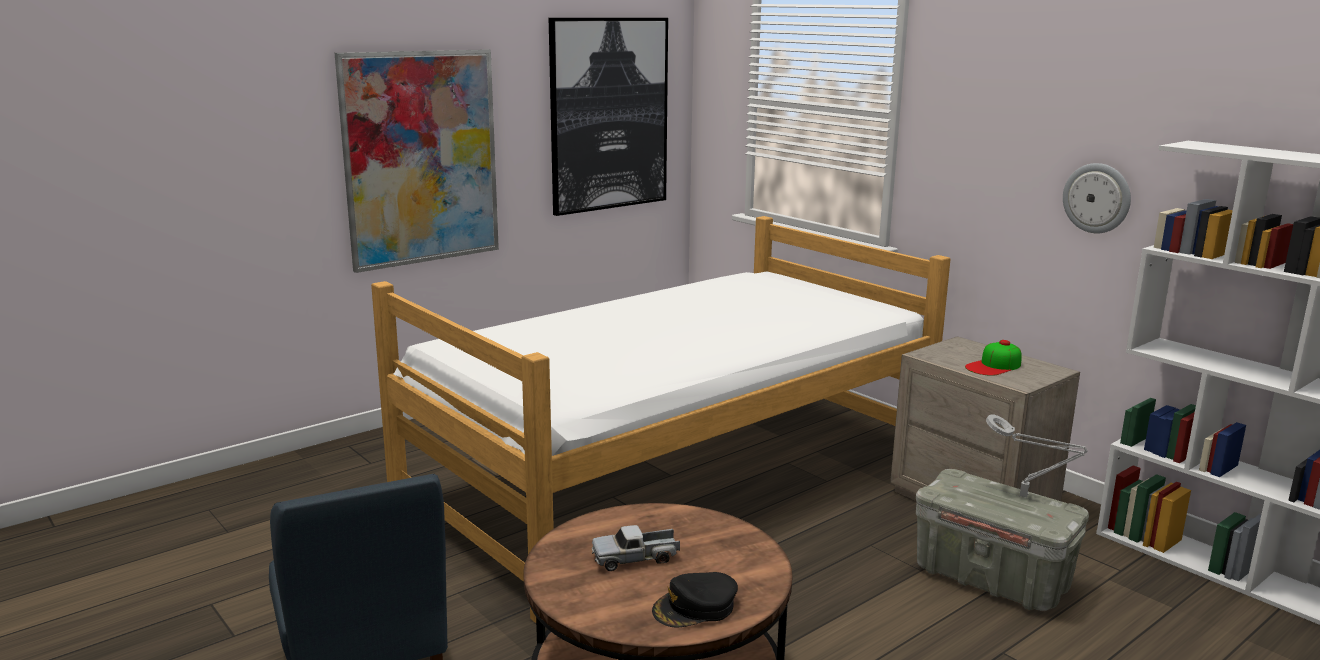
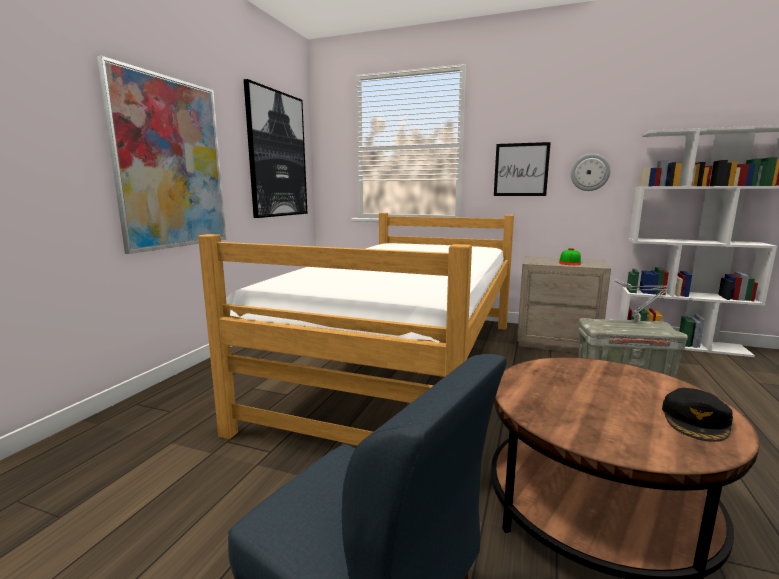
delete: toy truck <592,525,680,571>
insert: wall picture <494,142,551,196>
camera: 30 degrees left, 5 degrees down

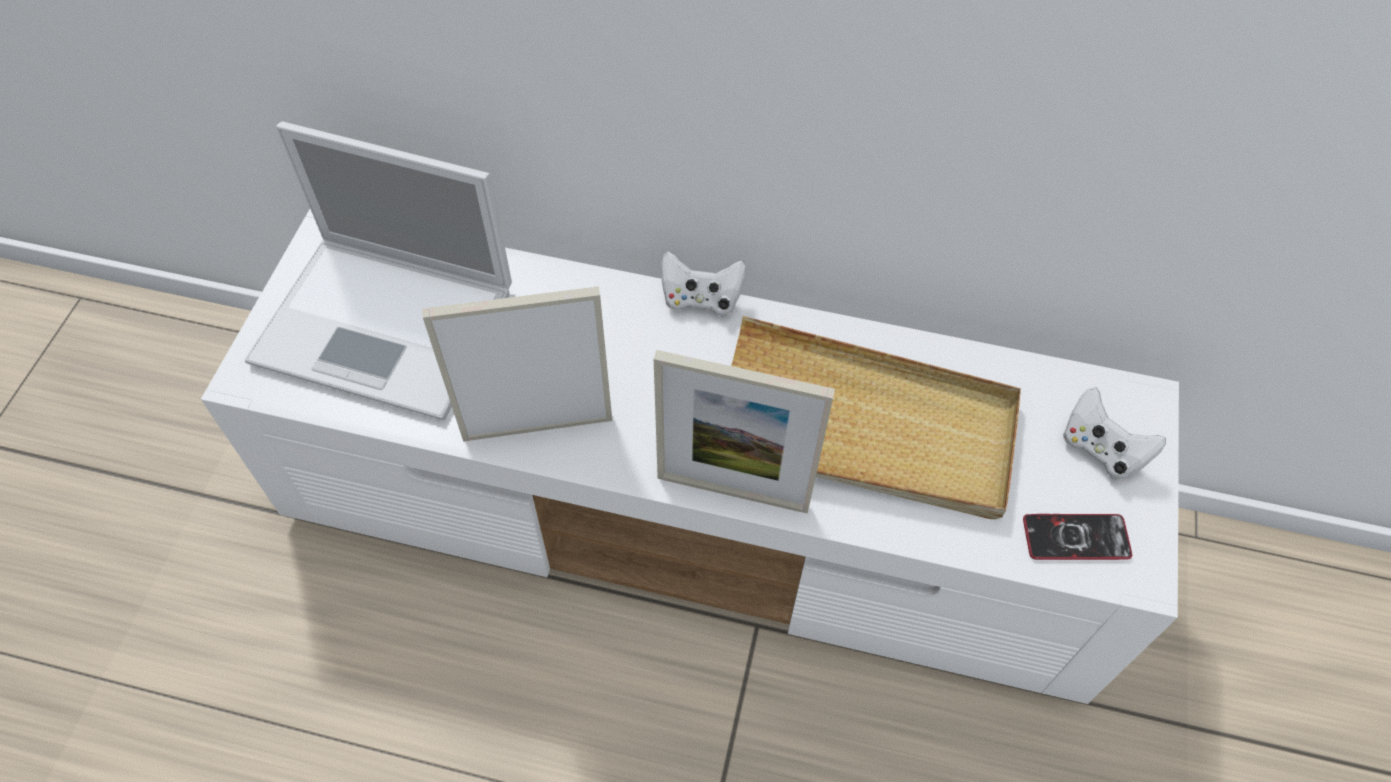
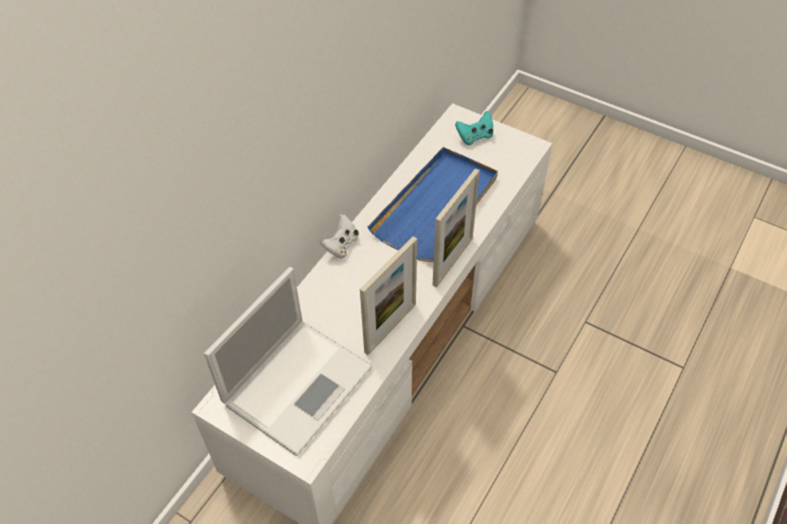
delete: handset <1023,514,1132,560>
recolor: carrying tray/sand-coloured <731,316,1021,519> to carrying tray/blue-coloured <368,147,498,262>; joypad/white <1063,387,1166,480> to joypad/blue-green <455,111,493,145>
rotate: photo frame <422,286,612,442> = <360,236,417,355> 150 degrees counterclockwise
camera: 70 degrees left, 5 degrees down

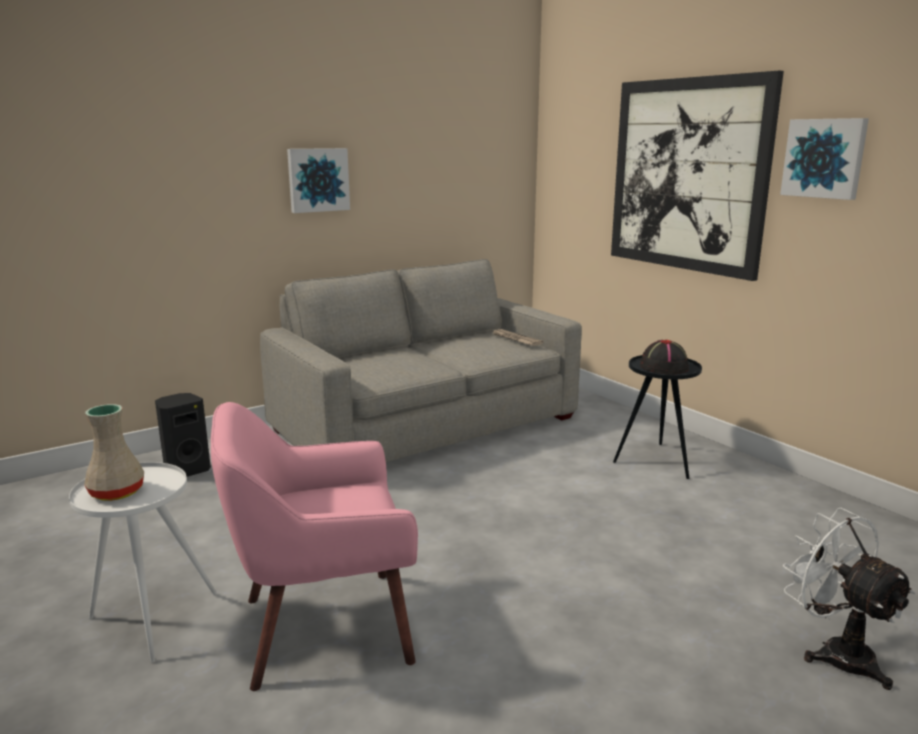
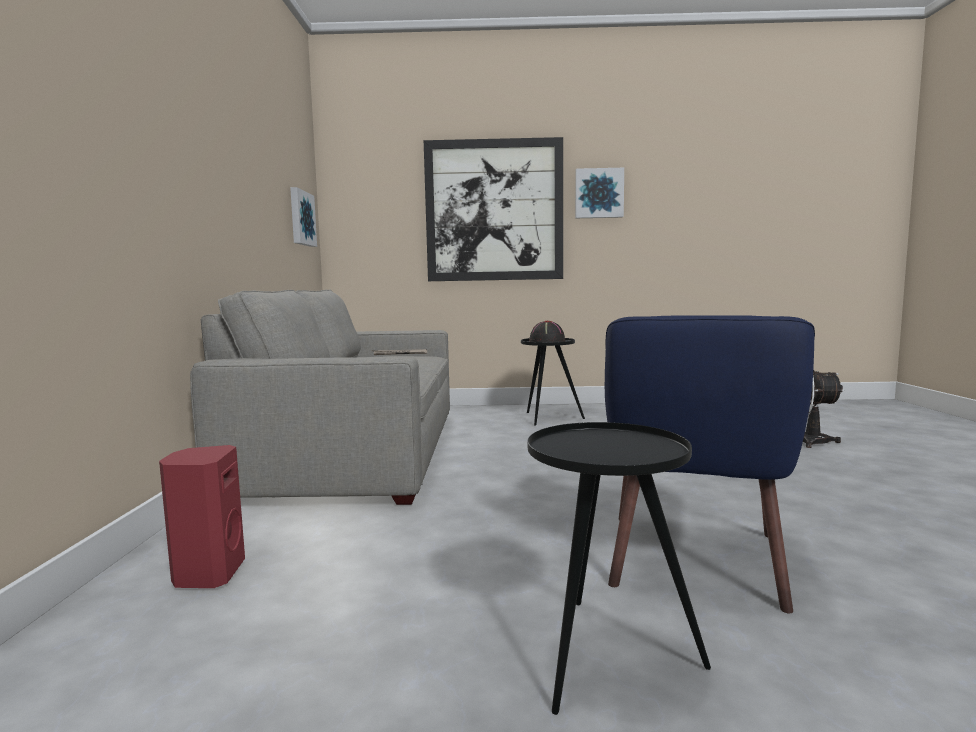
delete: vase/sand-coloured <84,404,144,501>
move: wall picture <287,148,350,213> to <290,187,317,247>
recolor: audio speaker/black-coloured <155,393,211,477> to audio speaker/red-coloured <159,445,245,588>; armchair/pink-coloured <211,402,418,691> to armchair/blue-coloured <605,315,815,613>; end table/white <69,462,217,662> to end table/black-coloured <528,422,711,715>
camera: 55 degrees left, 10 degrees down

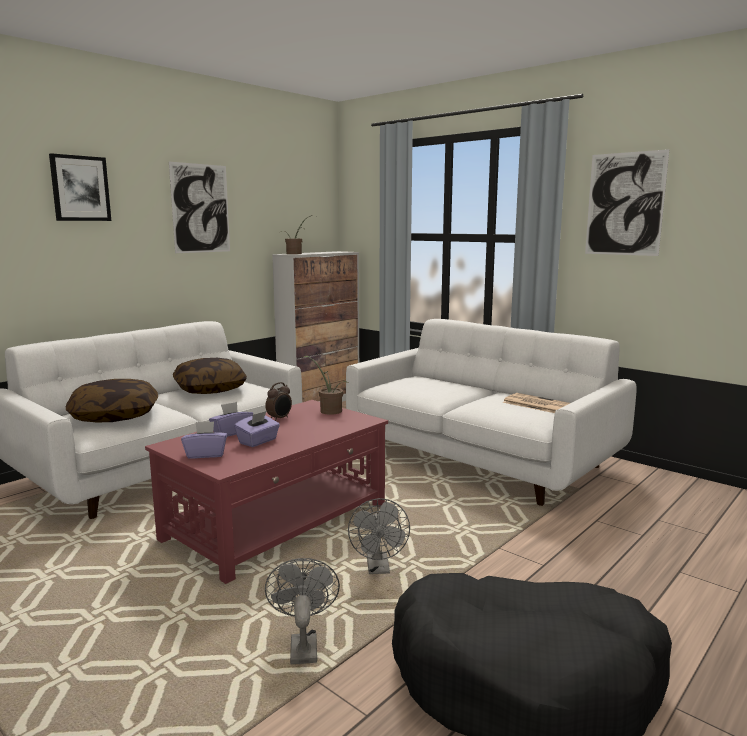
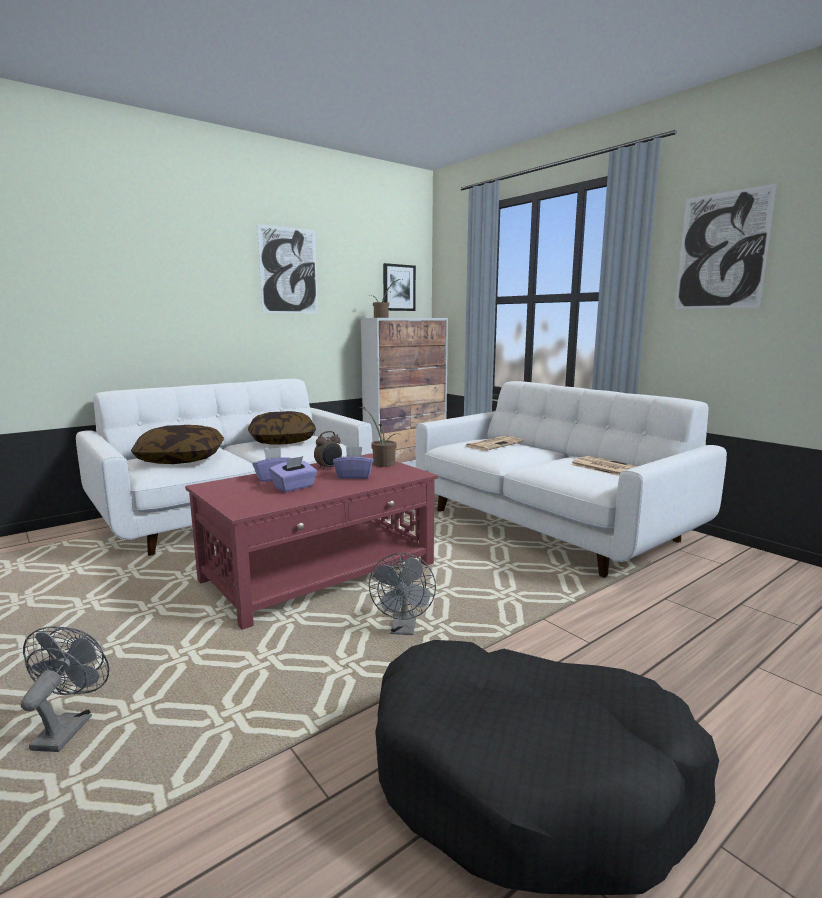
insert: daily paper <466,436,524,451>
move: wall picture <49,153,111,221> to <383,263,416,311>; box of tissues/purple <181,421,227,459> to <333,447,374,479>; fan/greyish <265,558,340,664> to <21,626,109,752>
camera: 10 degrees right, 0 degrees up

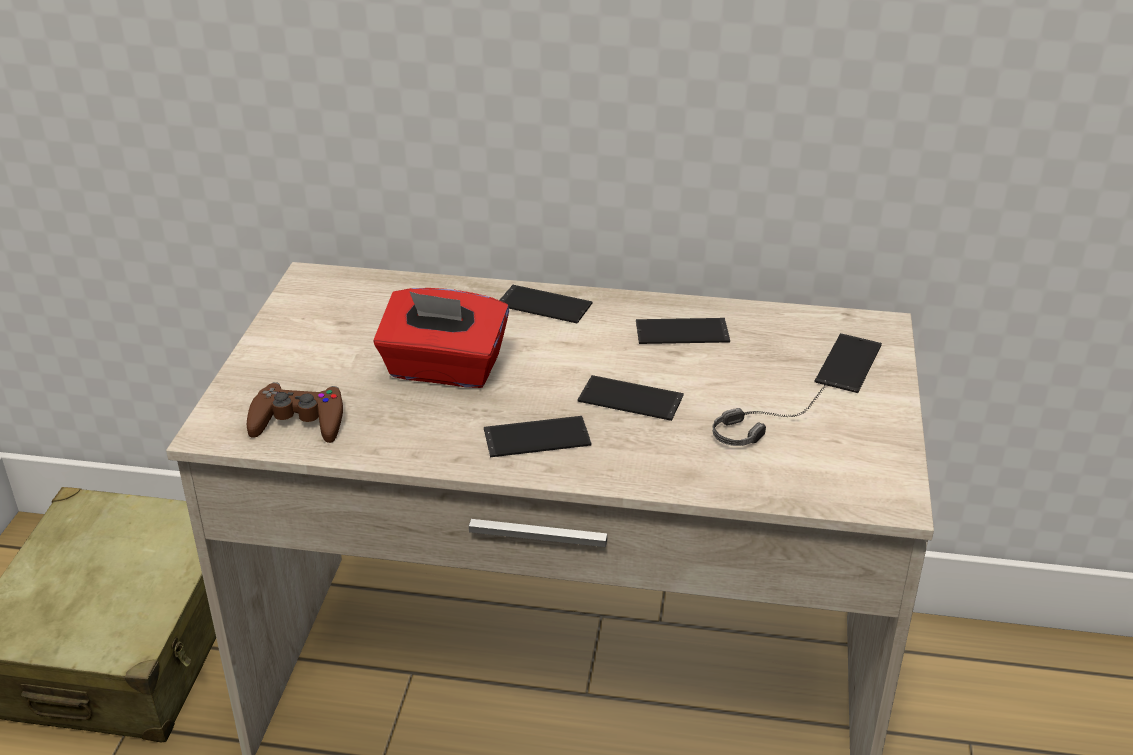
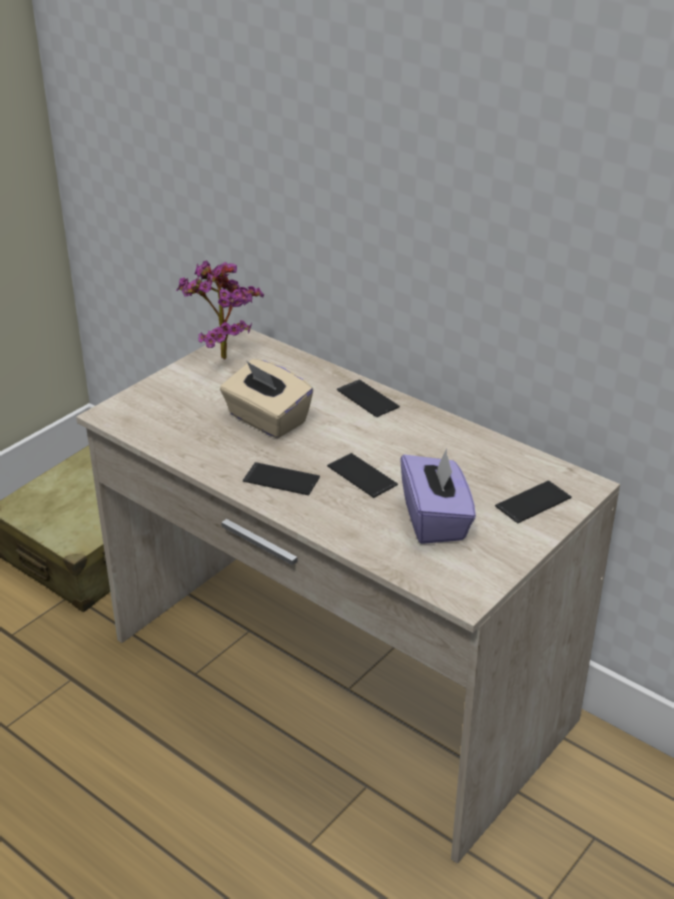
delete: handset <636,318,730,344>; joypad/brown-coloured <247,382,343,443>
insert: potted plant <176,260,264,360>
replace: headphones <713,381,830,446> to box of tissues/purple <400,448,476,544>
recolor: box of tissues/red-coloured <373,288,509,388> to box of tissues/sand-coloured <220,359,313,438>
camera: 30 degrees right, 0 degrees up

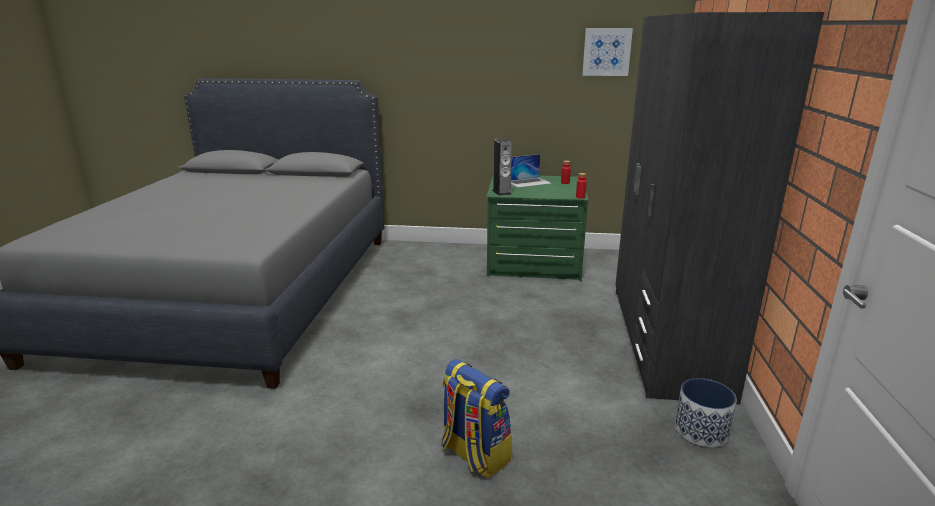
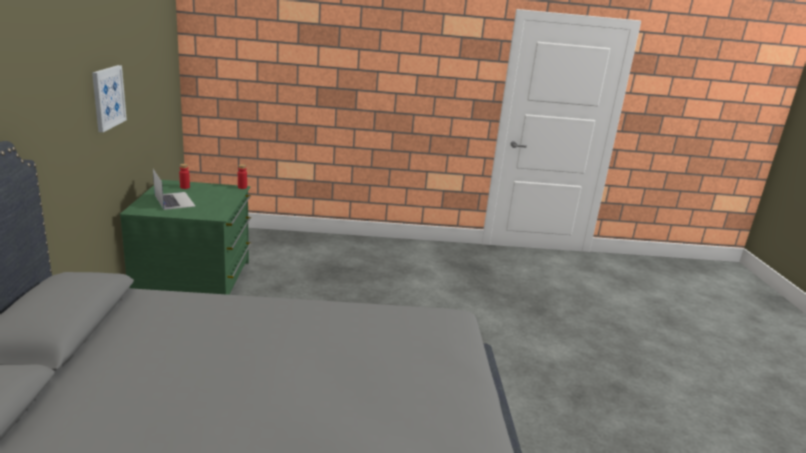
delete: armoire/greyish <615,12,824,404>; audio speaker <492,138,512,196>; rucksack <441,359,512,478>; plant pot <675,378,737,447>
move: wall picture <582,28,633,76> to <92,65,127,132>
camera: 100 degrees left, 0 degrees up

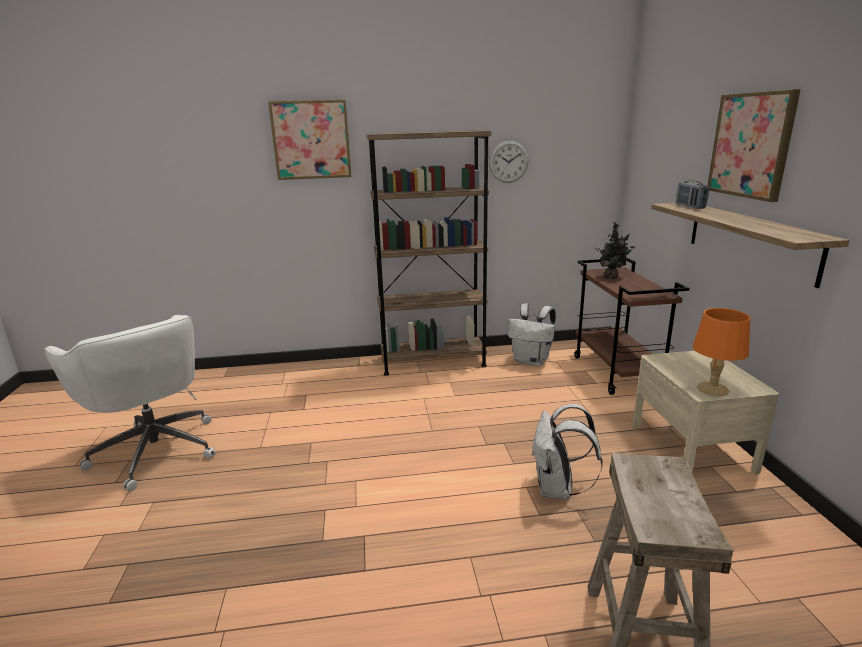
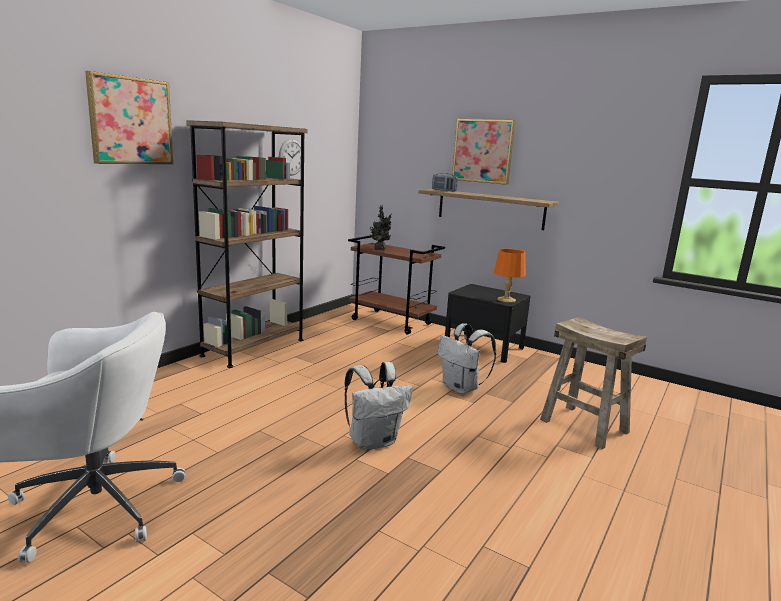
move: rucksack/white <507,303,556,366> to <345,362,413,450>
recolor: night table/sand-coloured <633,351,779,474> to night table/black-coloured <445,284,531,363>
camera: 50 degrees left, 5 degrees down

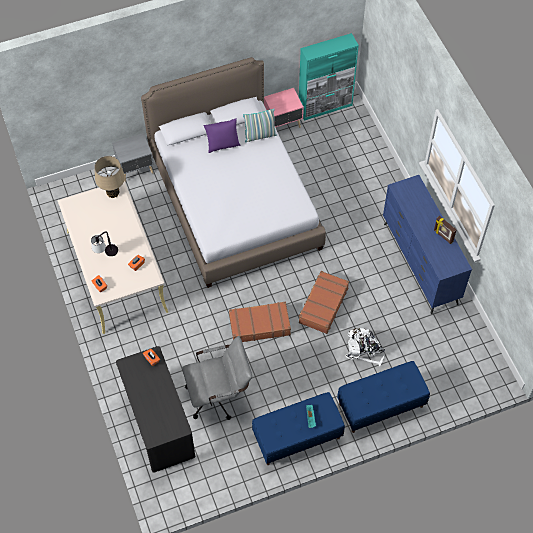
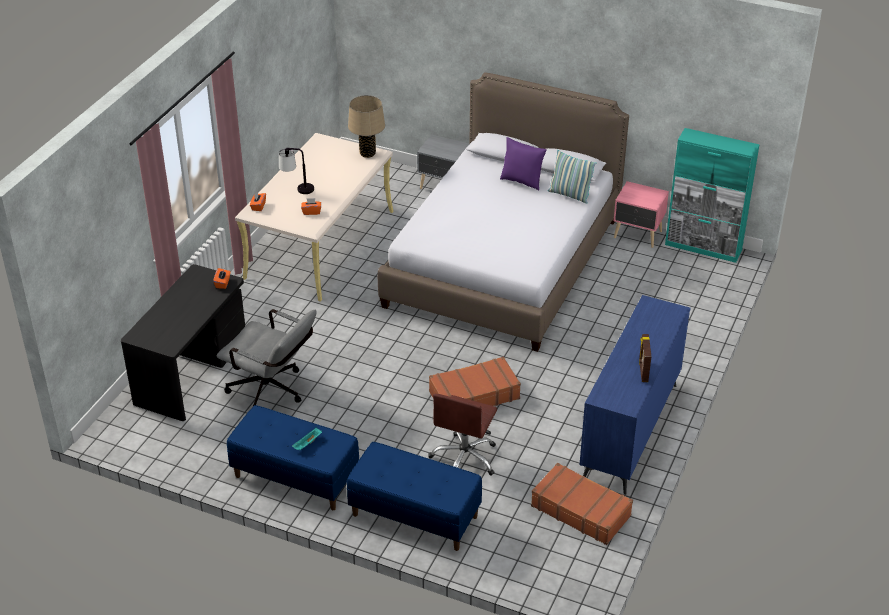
move: suitcase/brown-coloured <229,301,291,342> to <531,463,633,545>
replace: rucksack/white <346,328,385,366> to office chair/brown-coloured <428,394,497,476>
camera: 45 degrees right, 20 degrees down

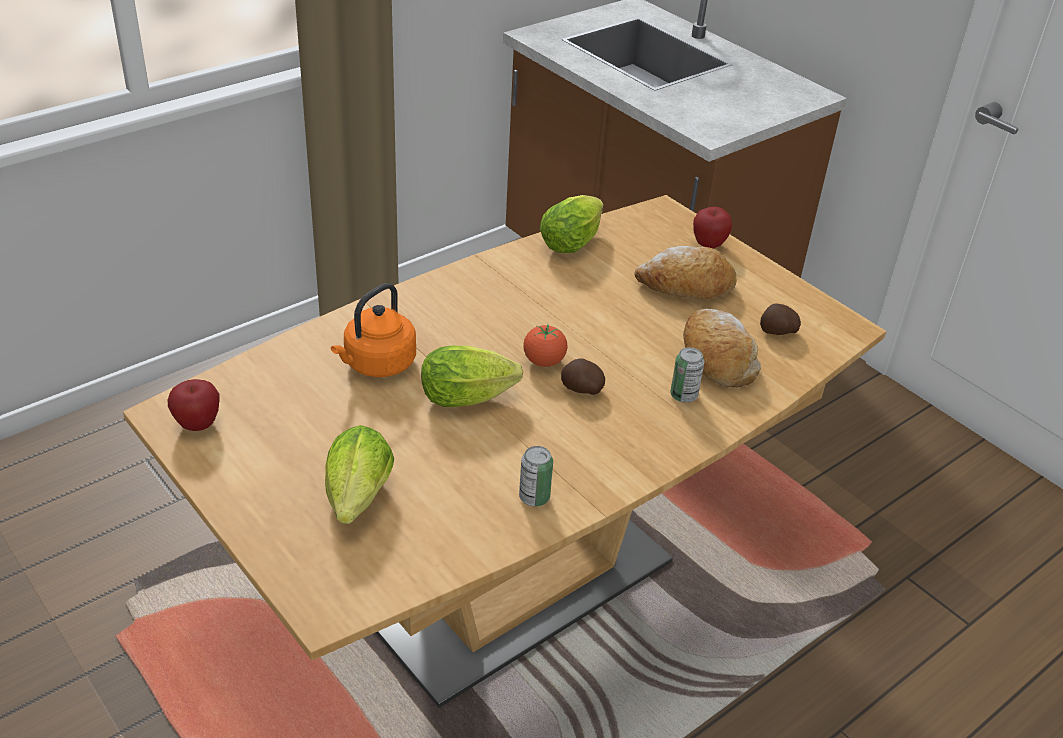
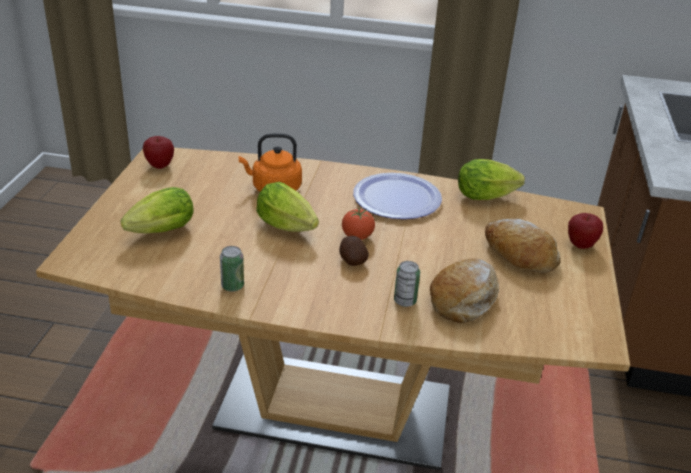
delete: spud <760,303,801,335>
insert: plate <353,173,442,219>
camera: 50 degrees right, 5 degrees down

